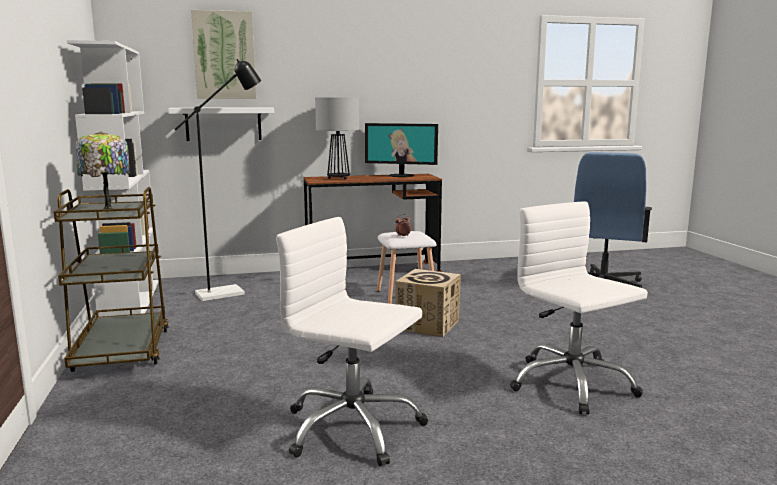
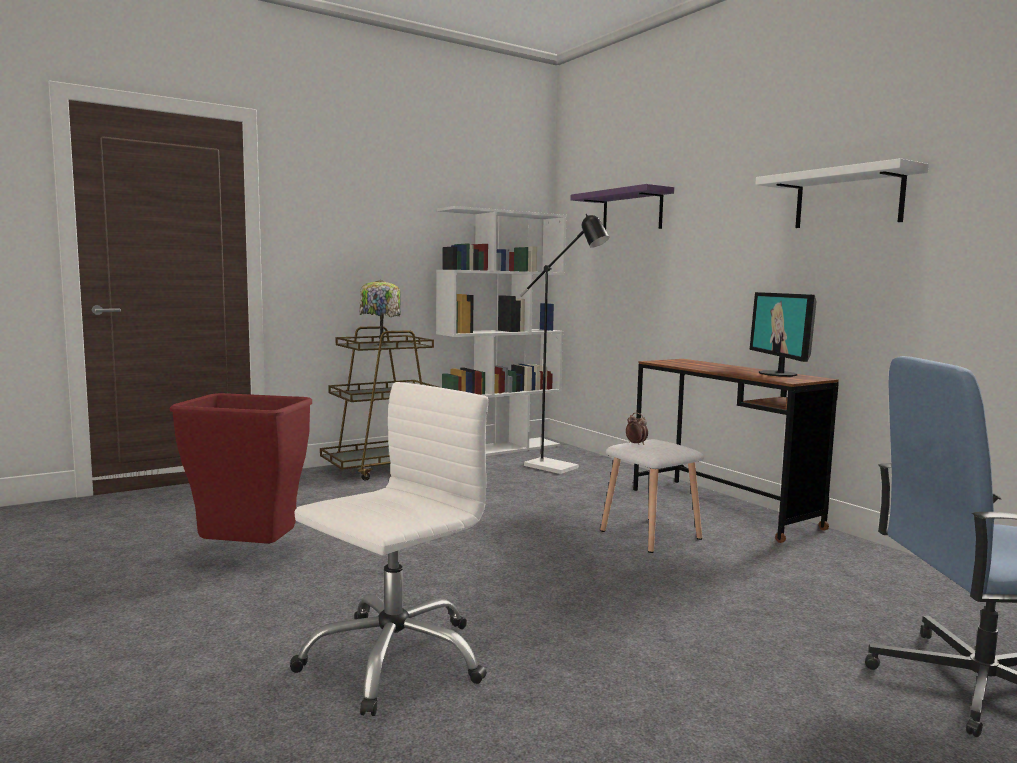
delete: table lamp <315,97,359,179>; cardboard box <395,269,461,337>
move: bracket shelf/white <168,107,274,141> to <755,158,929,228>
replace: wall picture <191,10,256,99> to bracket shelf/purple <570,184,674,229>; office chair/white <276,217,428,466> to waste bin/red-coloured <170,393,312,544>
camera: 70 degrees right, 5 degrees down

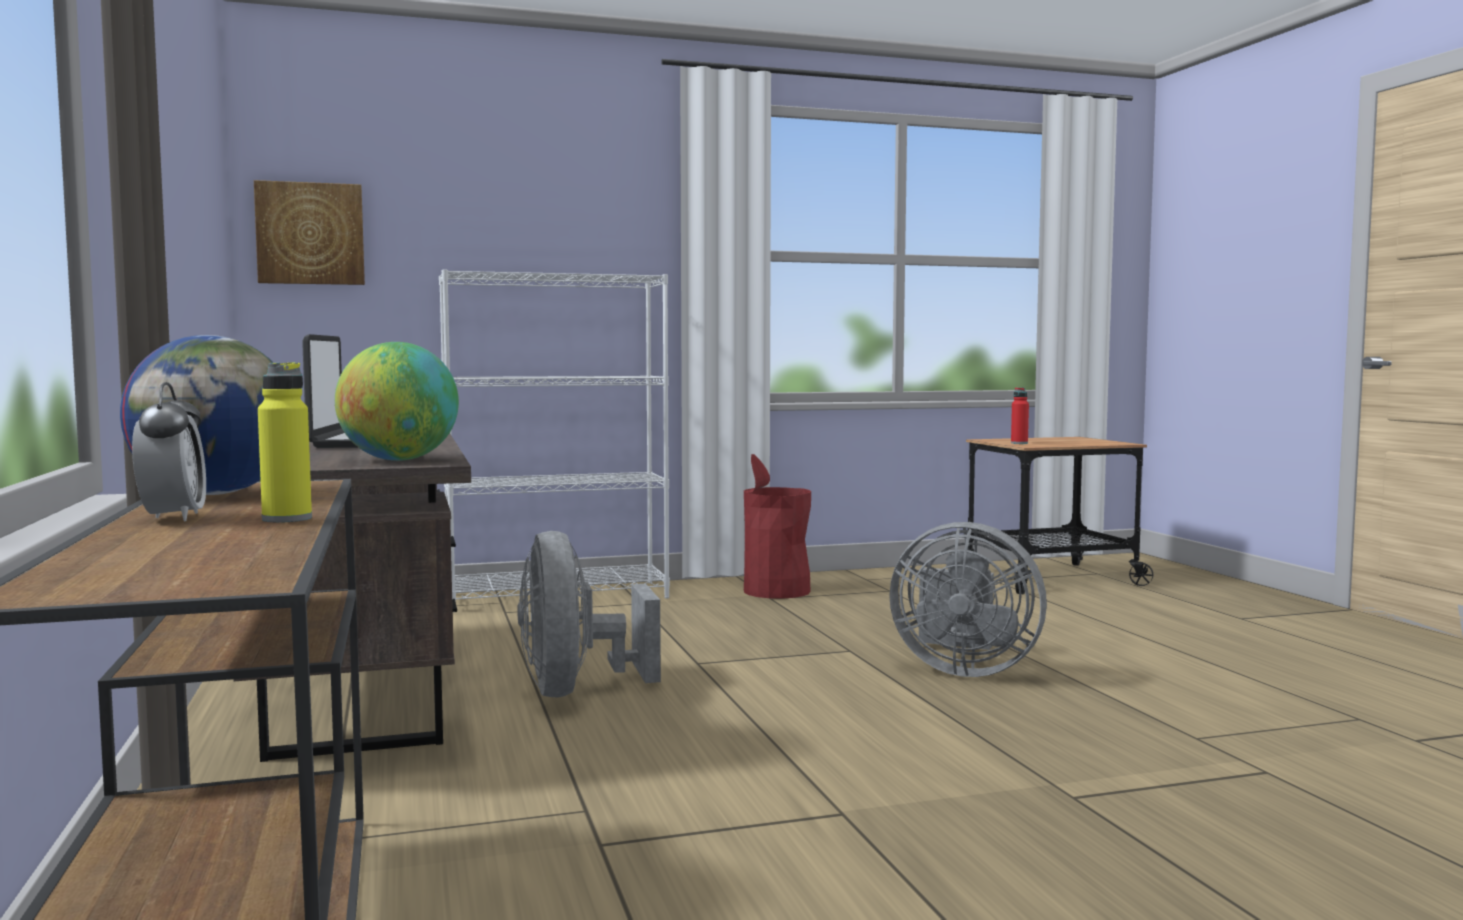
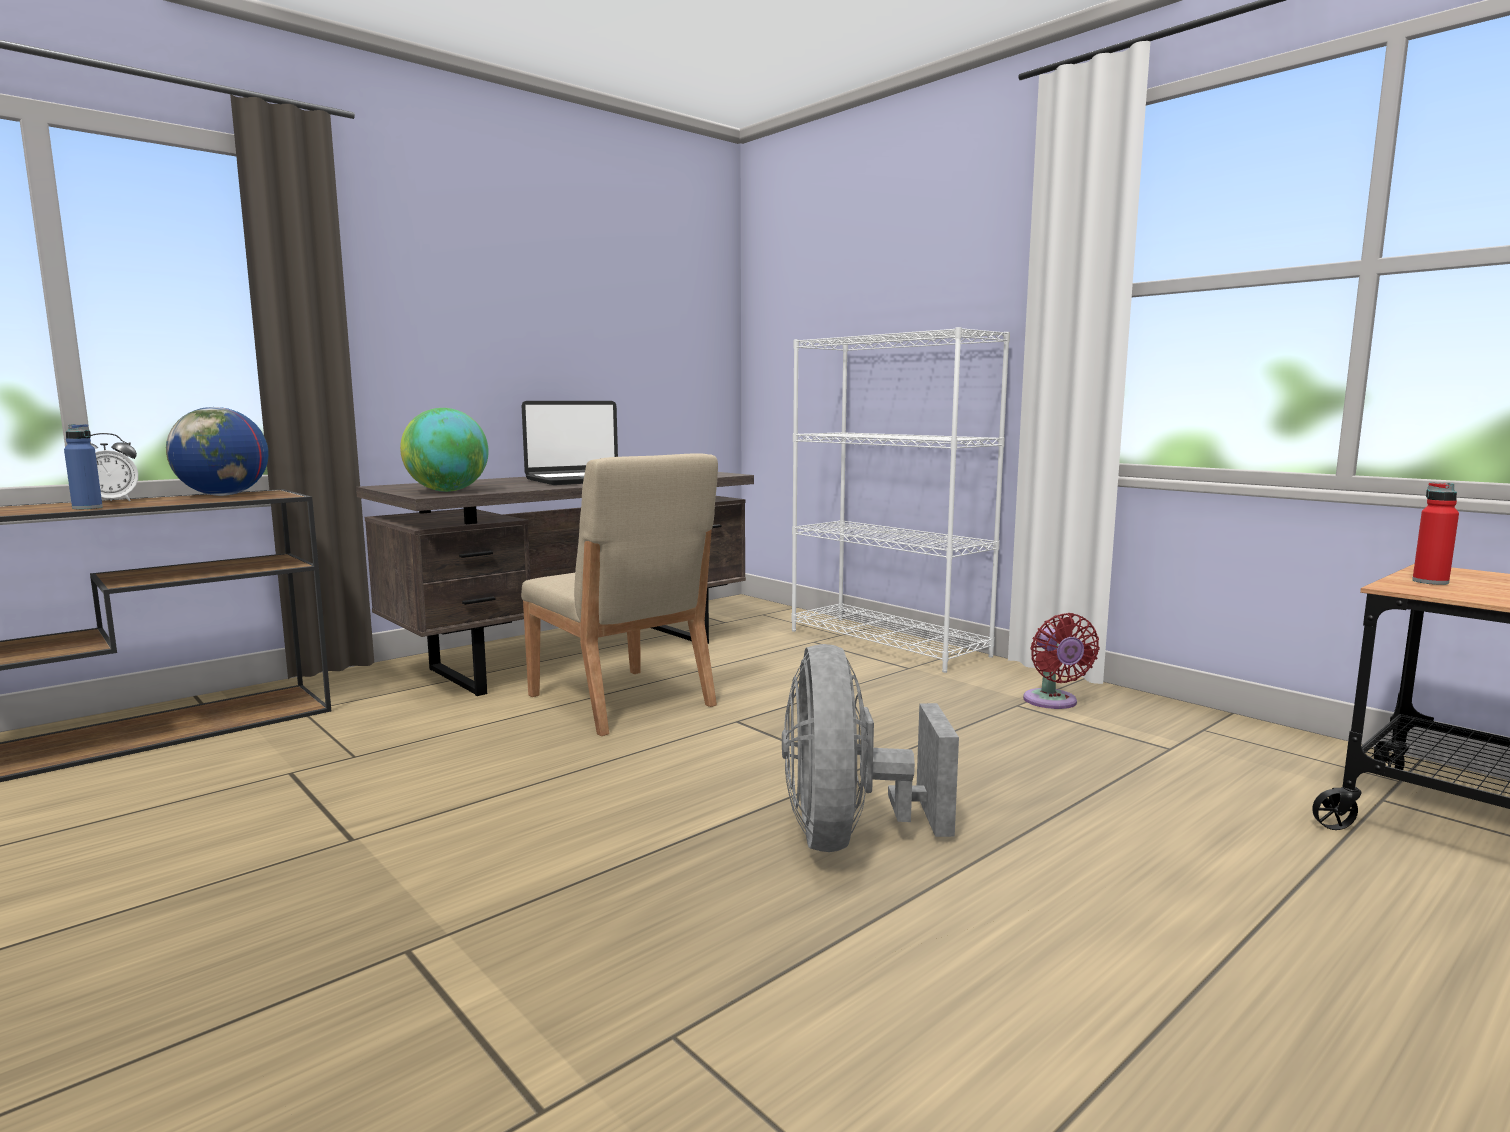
delete: wall picture <254,180,365,285>
replace: waste bin/red-coloured <744,454,811,599> to fan/red-coloured <1023,613,1100,709>; fan/greyish <517,531,661,698> to plain chair/sand-coloured <521,453,718,736>
recolor: bottle/yellowish <258,362,312,523> to bottle/blue-coloured <64,424,103,509>
camera: 65 degrees right, 5 degrees up

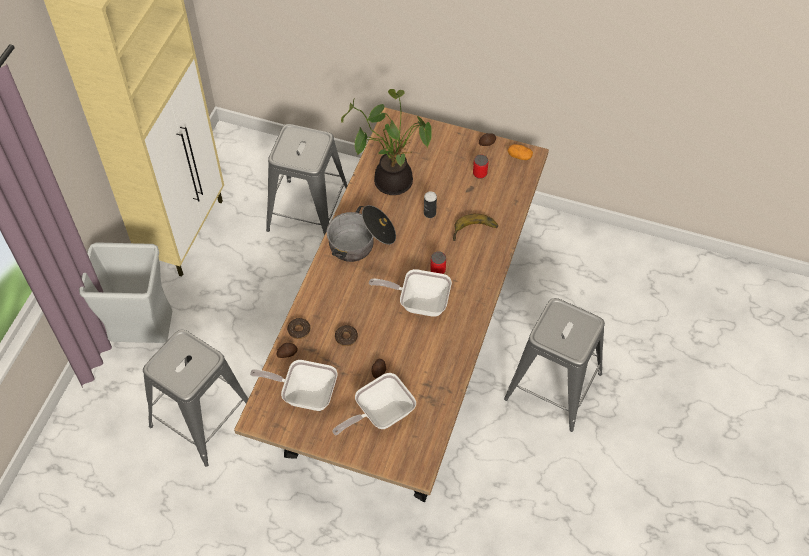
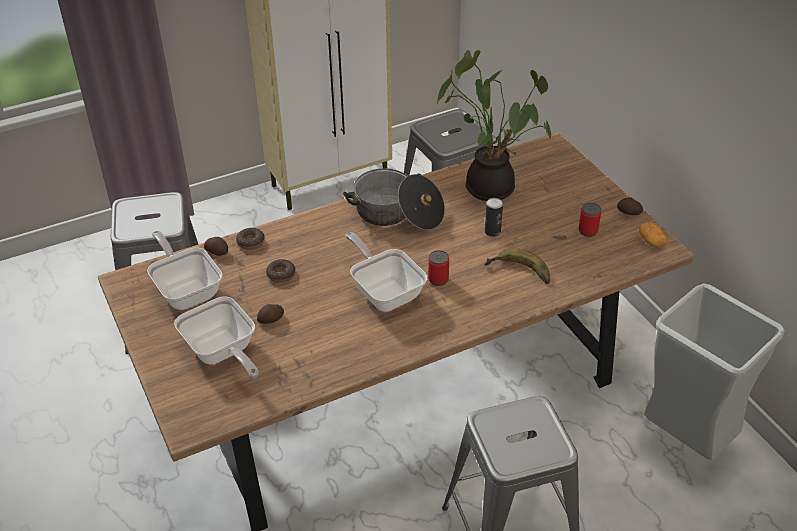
move: waste bin/greyish <79,242,172,343> to <645,283,785,460>
rotate: pan <332,373,416,435> = <174,297,259,378> 135 degrees counterclockwise
camera: 45 degrees right, 15 degrees down

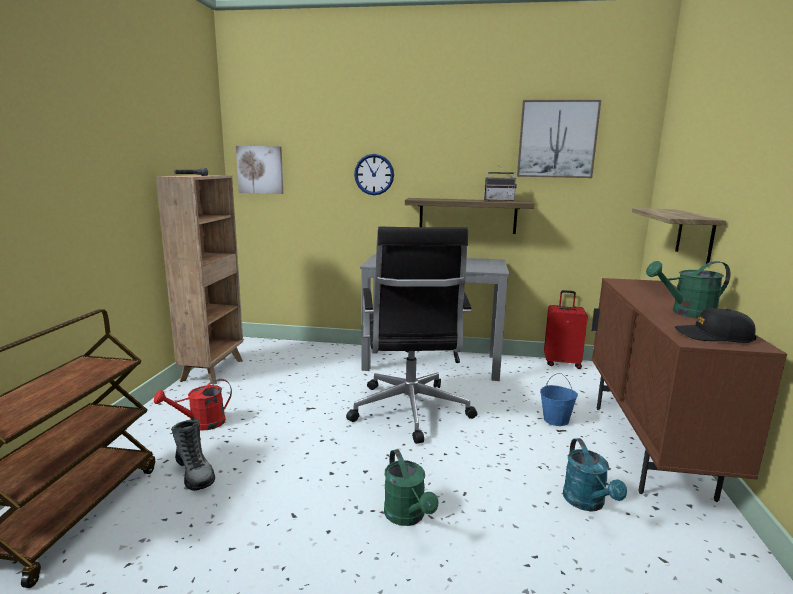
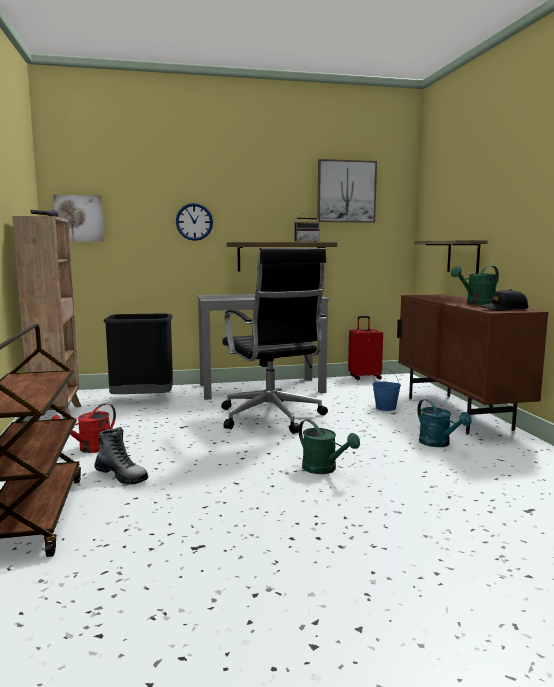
insert: waste bin/black-coloured <103,314,173,394>
camera: 20 degrees left, 5 degrees down

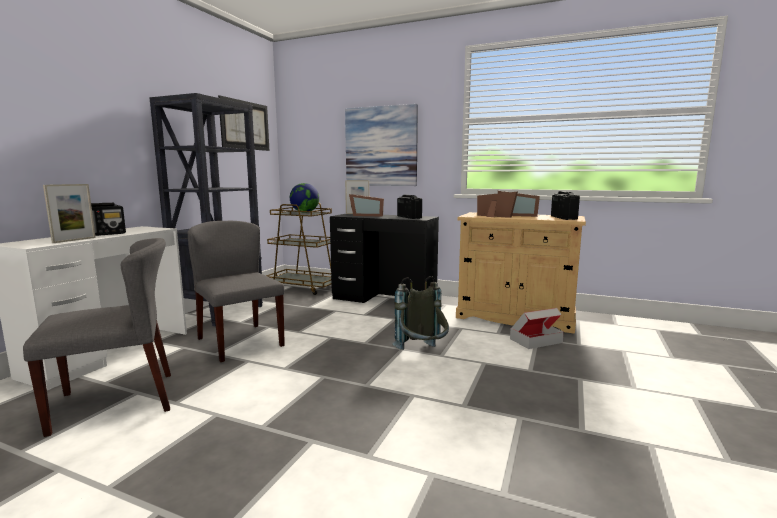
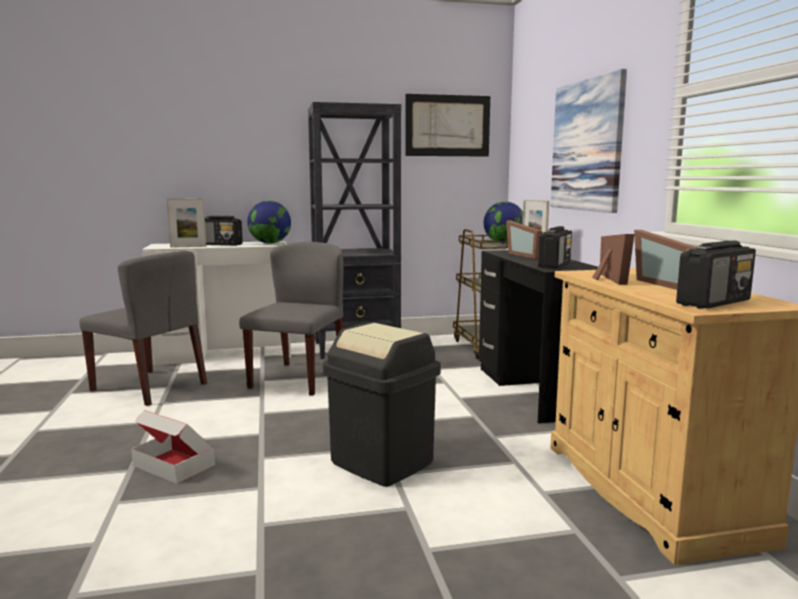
insert: globe <247,200,291,244>
move: cardboard box <510,308,564,349> to <131,410,215,484>
replace: rucksack/greyish <392,276,449,350> to waste bin/black-coloured <323,322,441,487>
camera: 55 degrees right, 0 degrees up

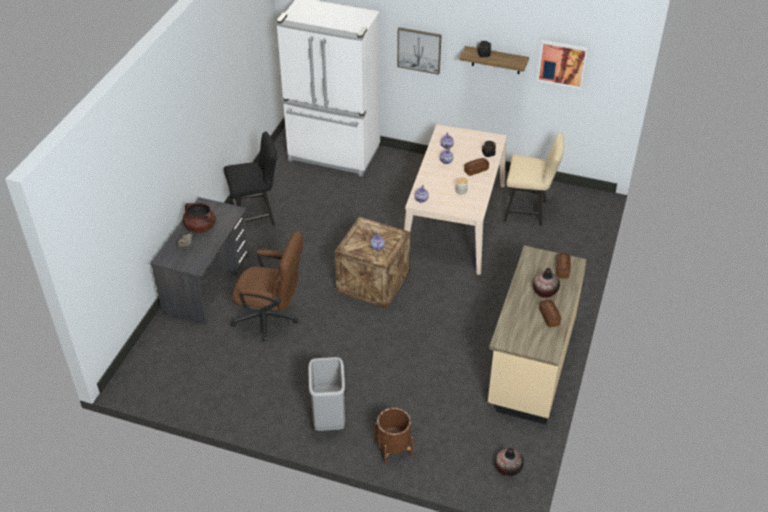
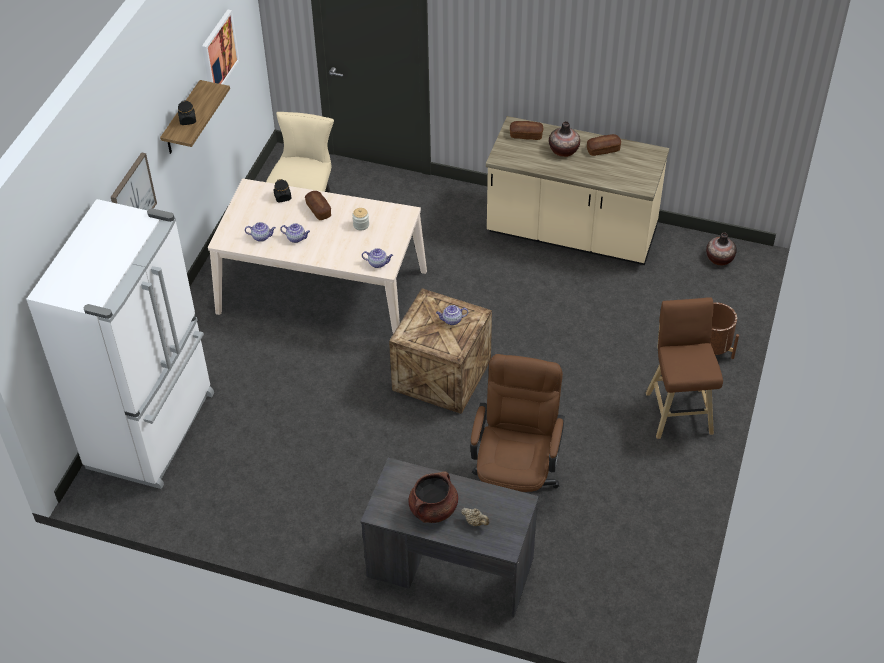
delete: plain chair/black-coloured <224,131,277,226>
replace: waste bin/greyish <308,357,345,431> to stool seat/brown-coloured <646,297,723,439>
camera: 90 degrees left, 5 degrees up

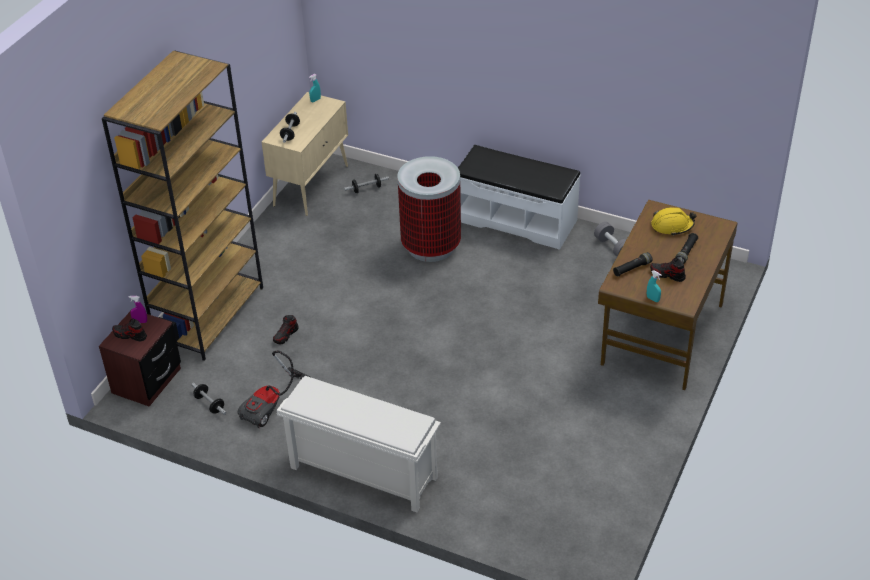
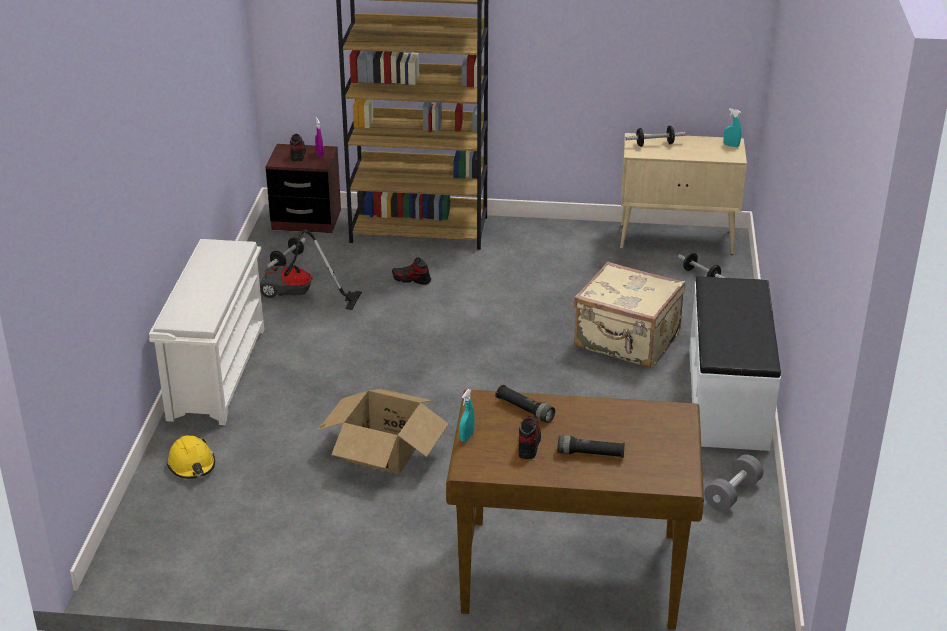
insert: cardboard box <318,389,449,474>
move: work helmet/yellowish <651,207,696,236> to <167,435,215,479>
replace: waste bin <397,156,461,262> to suitcase/sand-coloured <574,262,685,368>
camera: 70 degrees right, 10 degrees down

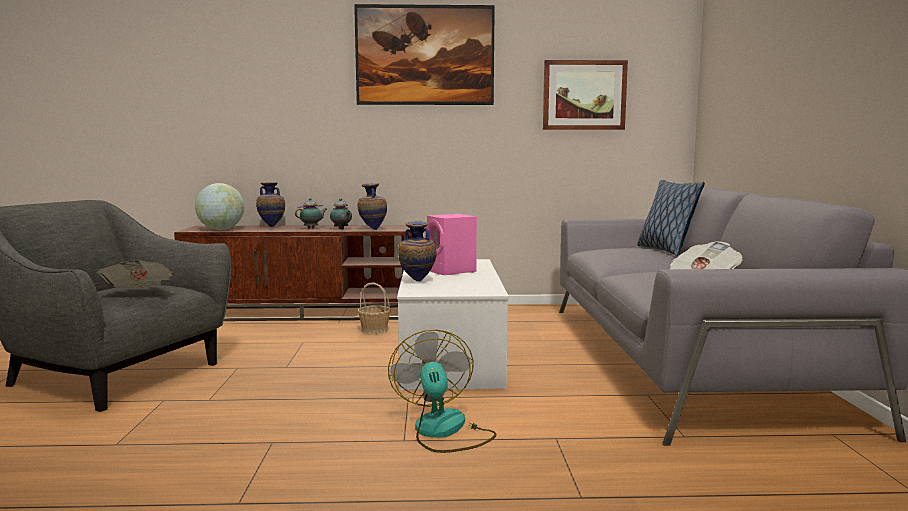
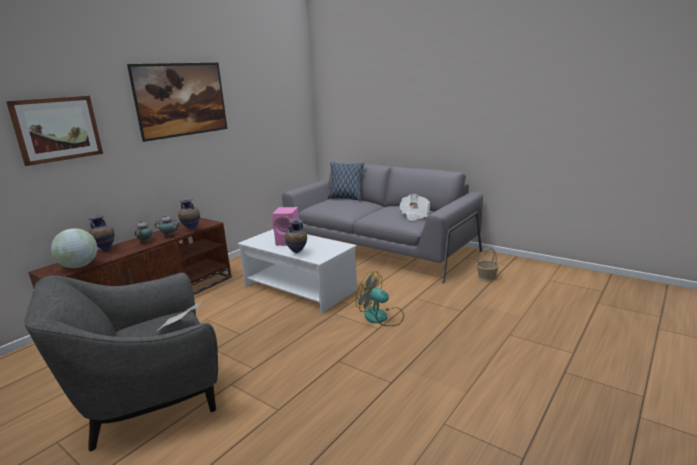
move: wall picture <543,60,628,130> to <6,96,103,166>; household basket <358,283,391,334> to <476,248,499,282>
camera: 50 degrees left, 10 degrees up

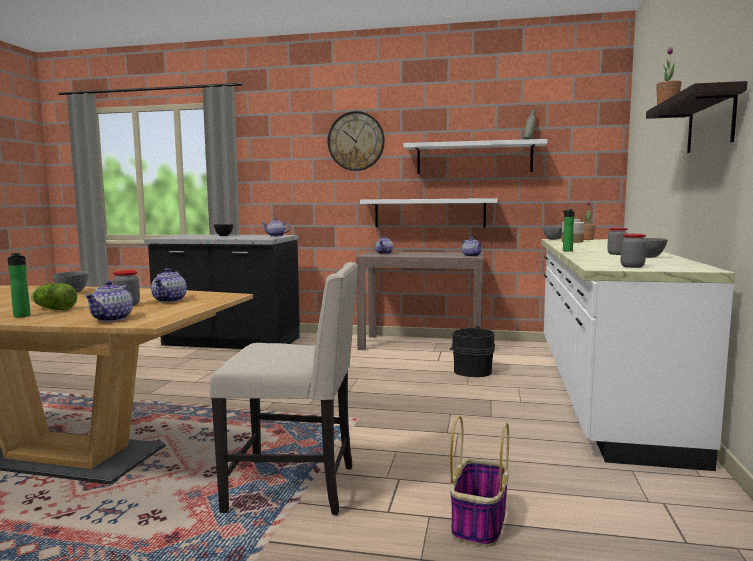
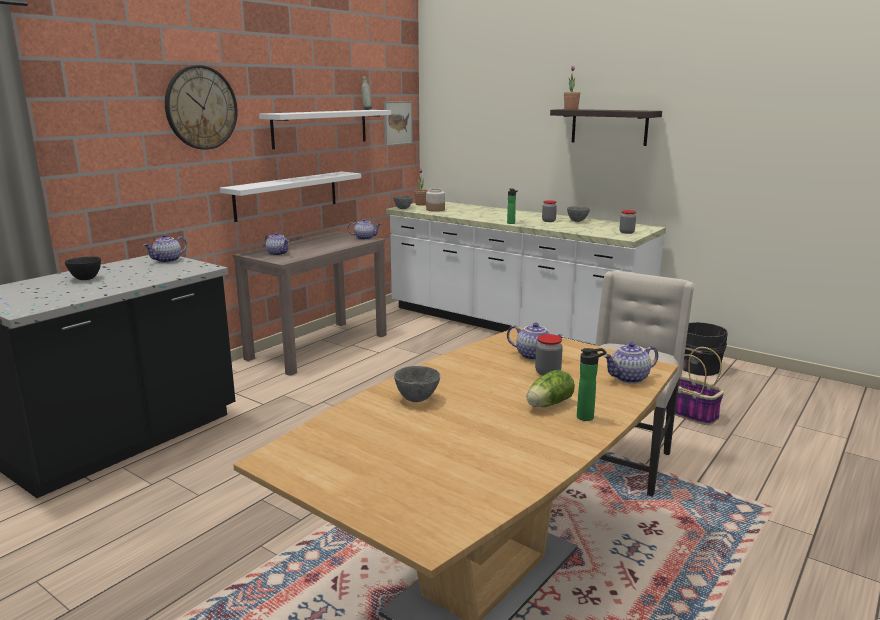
insert: wall picture <384,101,413,146>
move: bucket/black-coloured <450,326,495,377> to <682,322,728,376>
rotate: pot for tea <84,281,134,322> = <603,342,658,384> 120 degrees clockwise
camera: 65 degrees left, 10 degrees up

